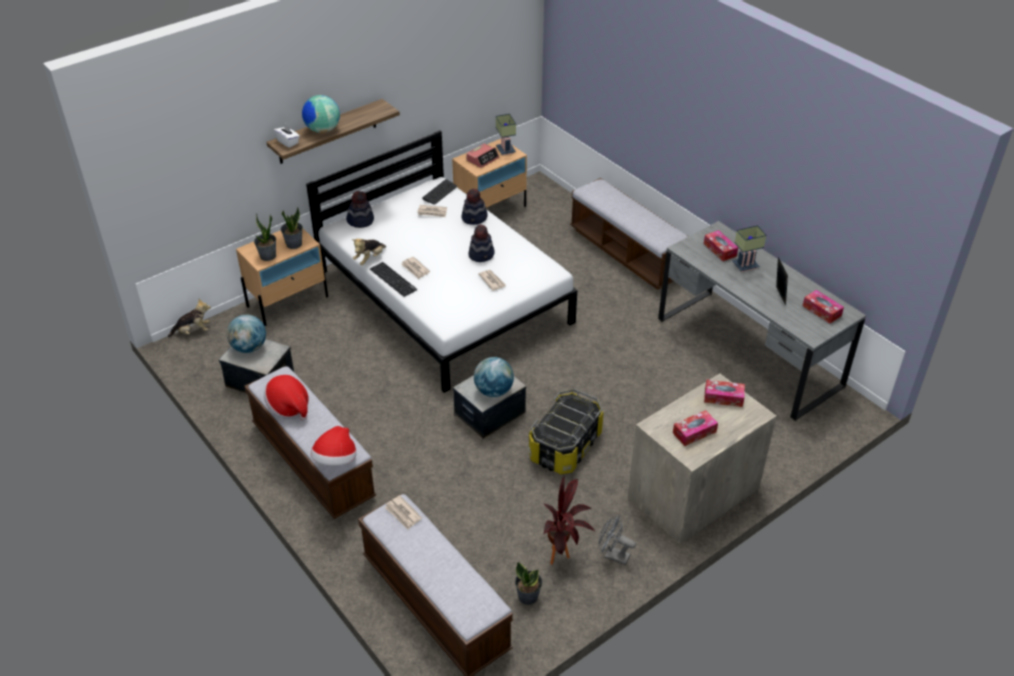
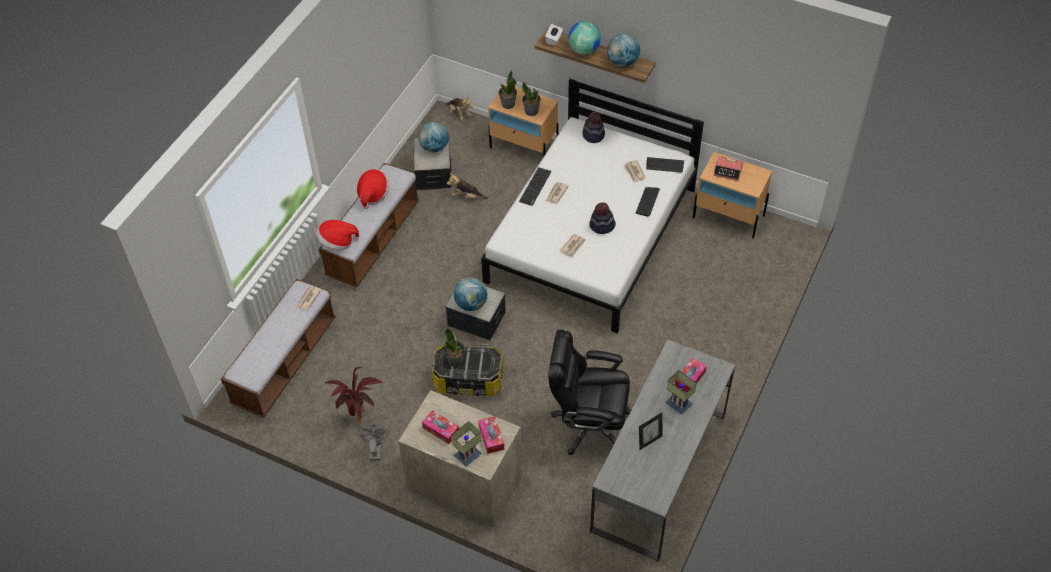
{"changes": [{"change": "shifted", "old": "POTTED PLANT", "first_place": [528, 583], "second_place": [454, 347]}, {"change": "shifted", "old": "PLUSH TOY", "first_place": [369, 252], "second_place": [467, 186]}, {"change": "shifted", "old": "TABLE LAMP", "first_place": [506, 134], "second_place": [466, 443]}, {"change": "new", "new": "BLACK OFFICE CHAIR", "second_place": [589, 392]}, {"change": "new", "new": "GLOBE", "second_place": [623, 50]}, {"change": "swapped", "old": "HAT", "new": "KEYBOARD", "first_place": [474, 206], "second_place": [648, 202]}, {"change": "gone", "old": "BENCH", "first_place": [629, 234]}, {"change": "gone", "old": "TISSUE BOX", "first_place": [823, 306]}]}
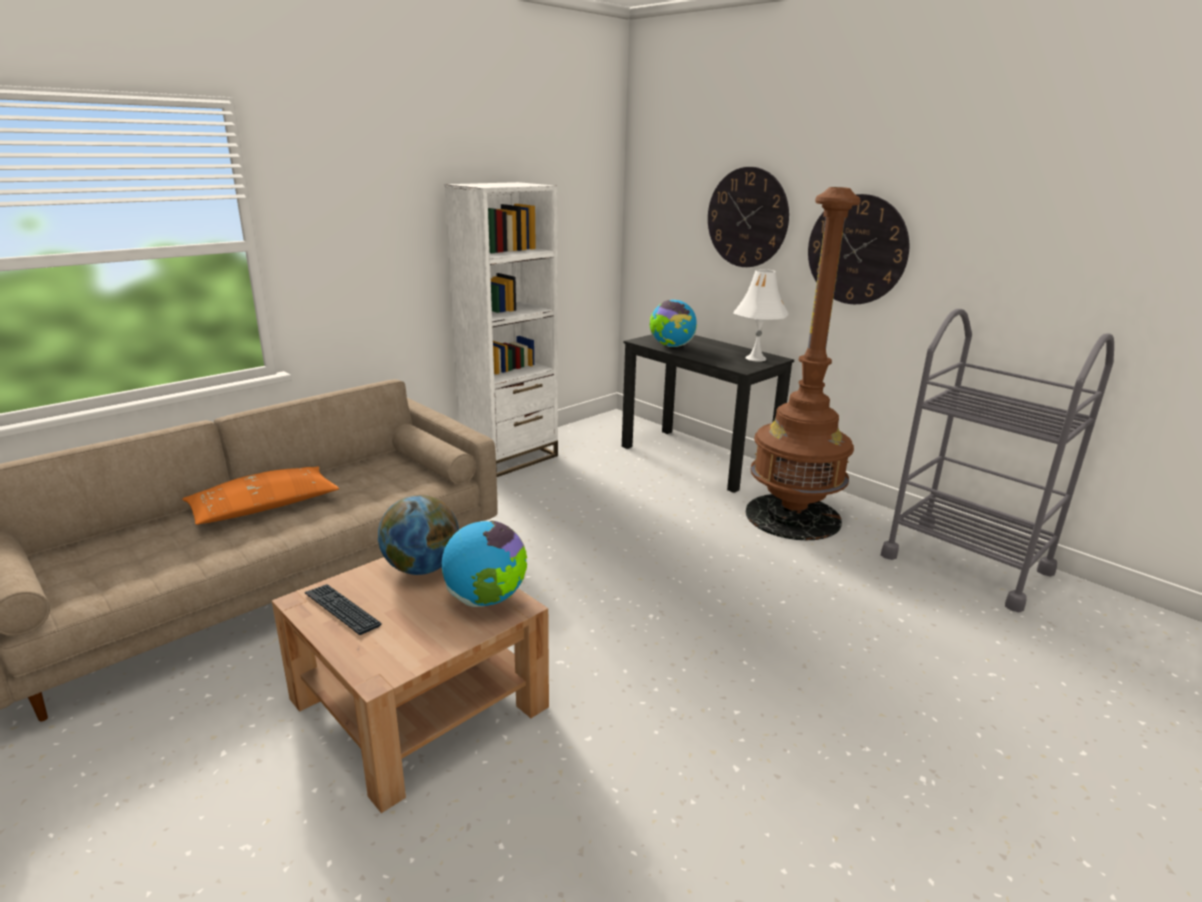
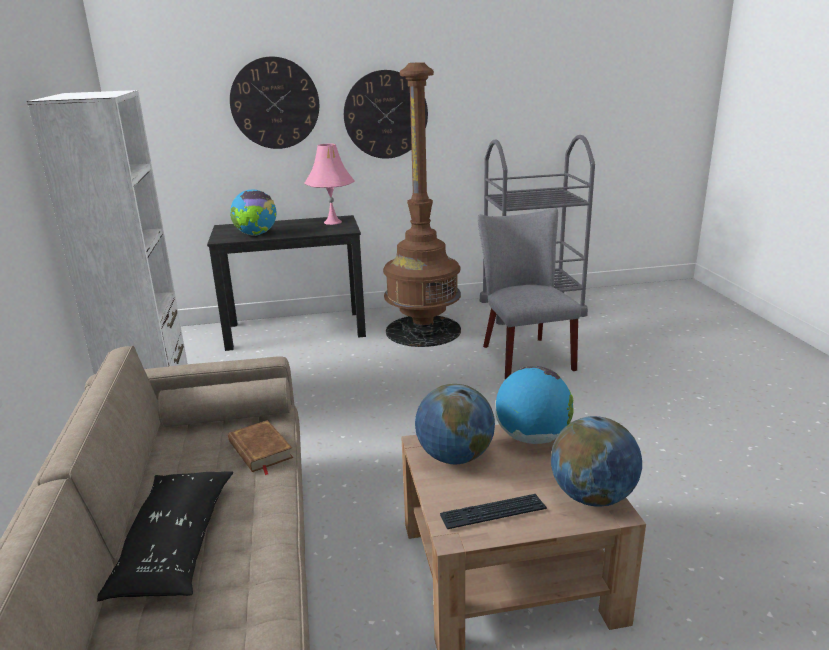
{"changes": [{"change": "repainted", "old": "ORANGE PILLOW", "new": "BLACK PILLOW", "first_place": [260, 496], "second_place": [165, 536]}, {"change": "new", "new": "BROWN BOOK", "second_place": [260, 447]}, {"change": "repainted", "old": "WHITE TABLE LAMP", "new": "PINK TABLE LAMP", "first_place": [761, 315], "second_place": [330, 184]}, {"change": "new", "new": "GREY CHAIR", "second_place": [529, 293]}, {"change": "new", "new": "GLOBE", "second_place": [596, 461]}]}
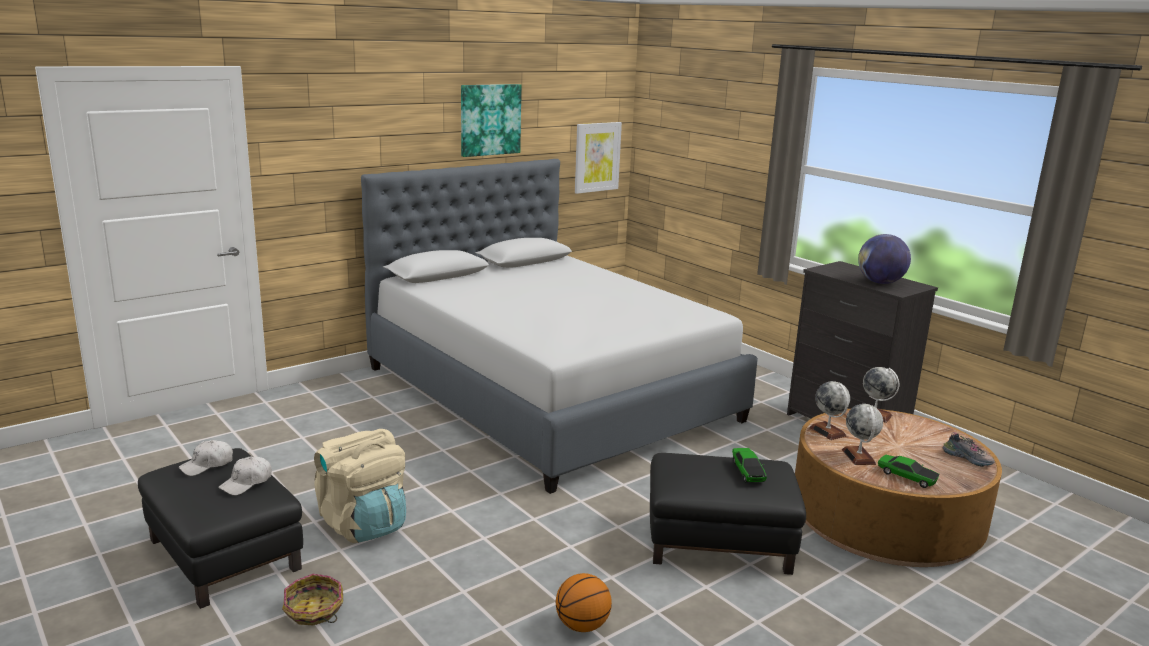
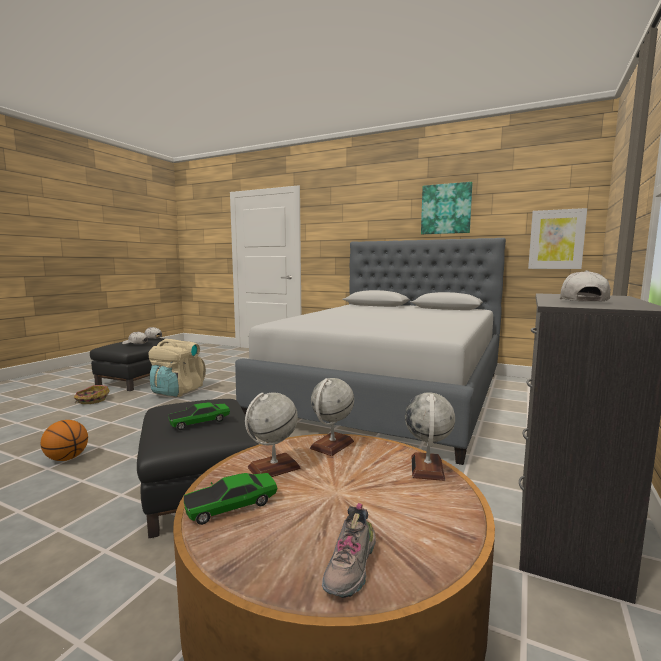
{"changes": [{"change": "rotated", "old": "TOY CAR", "first_place": [908, 471], "second_place": [231, 499], "degrees": 45}, {"change": "swapped", "old": "GLOBE", "new": "WHITE CAP", "first_place": [884, 259], "second_place": [585, 285]}]}
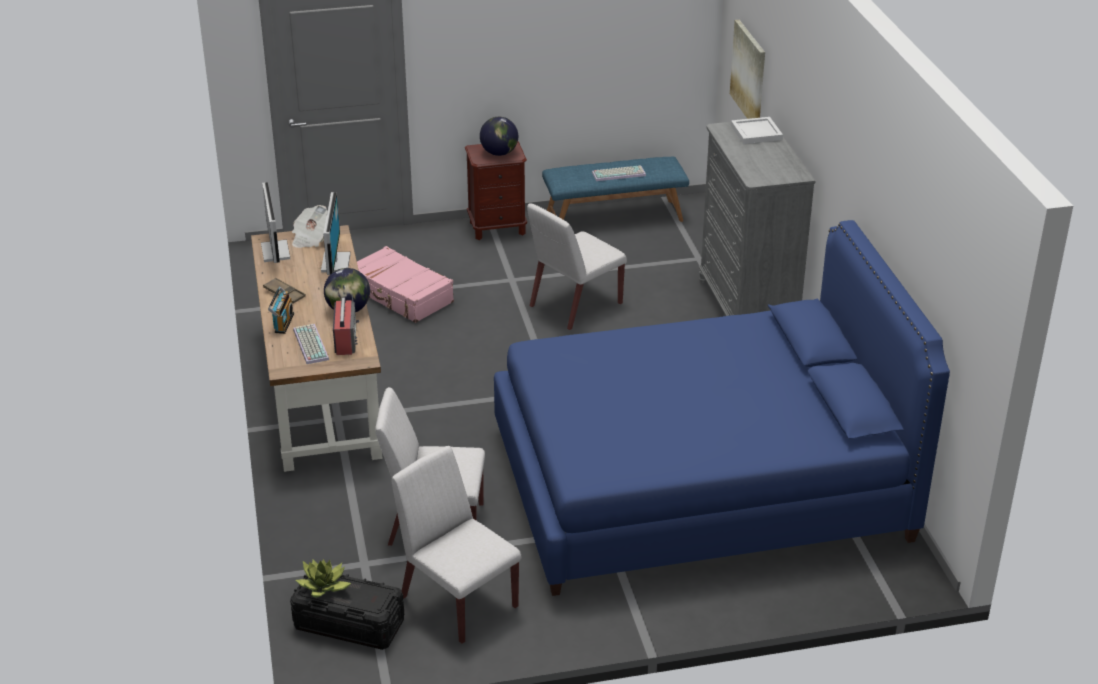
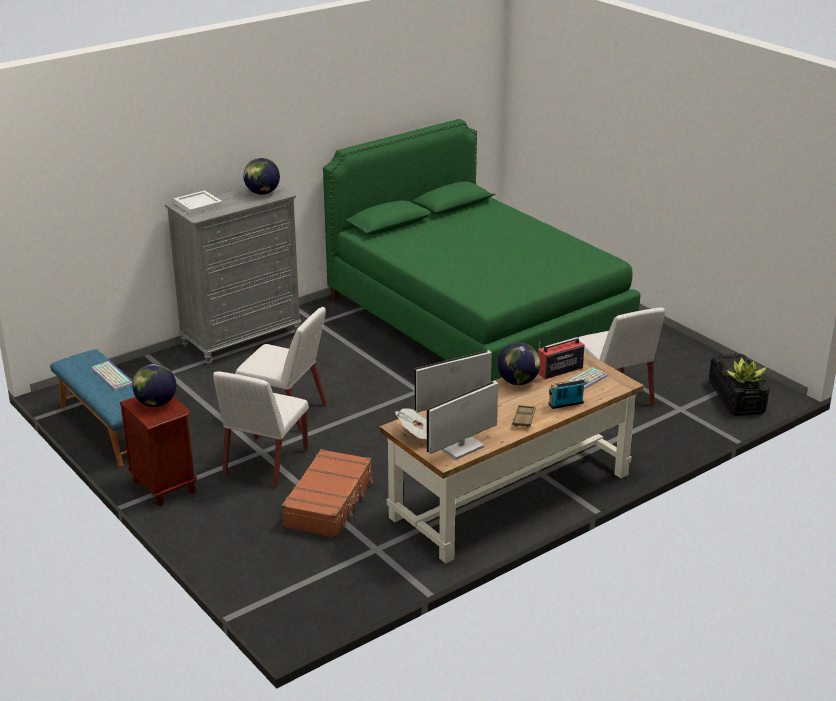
{"changes": [{"change": "shifted", "old": "WHITE CHAIR", "first_place": [456, 545], "second_place": [261, 429]}, {"change": "new", "new": "GLOBE", "second_place": [261, 176]}, {"change": "repainted", "old": "PINK SUITCASE", "new": "BROWN SUITCASE", "first_place": [405, 284], "second_place": [327, 493]}, {"change": "repainted", "old": "BLUE BED", "new": "GREEN BED", "first_place": [722, 408], "second_place": [482, 250]}, {"change": "gone", "old": "PICTURE", "first_place": [747, 69]}]}
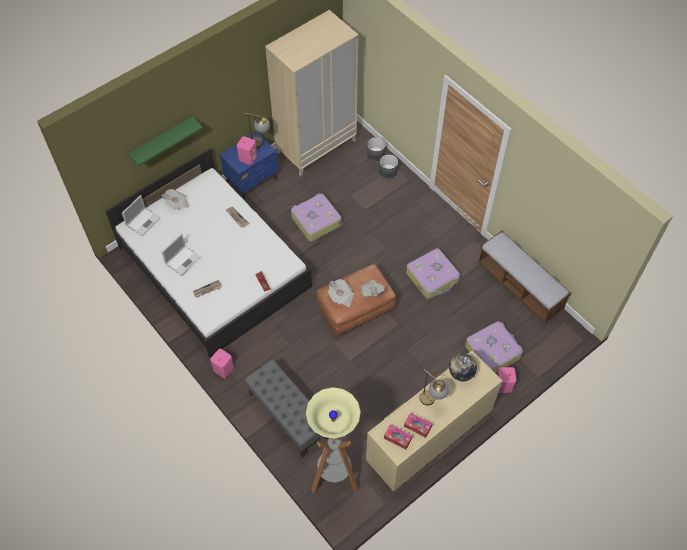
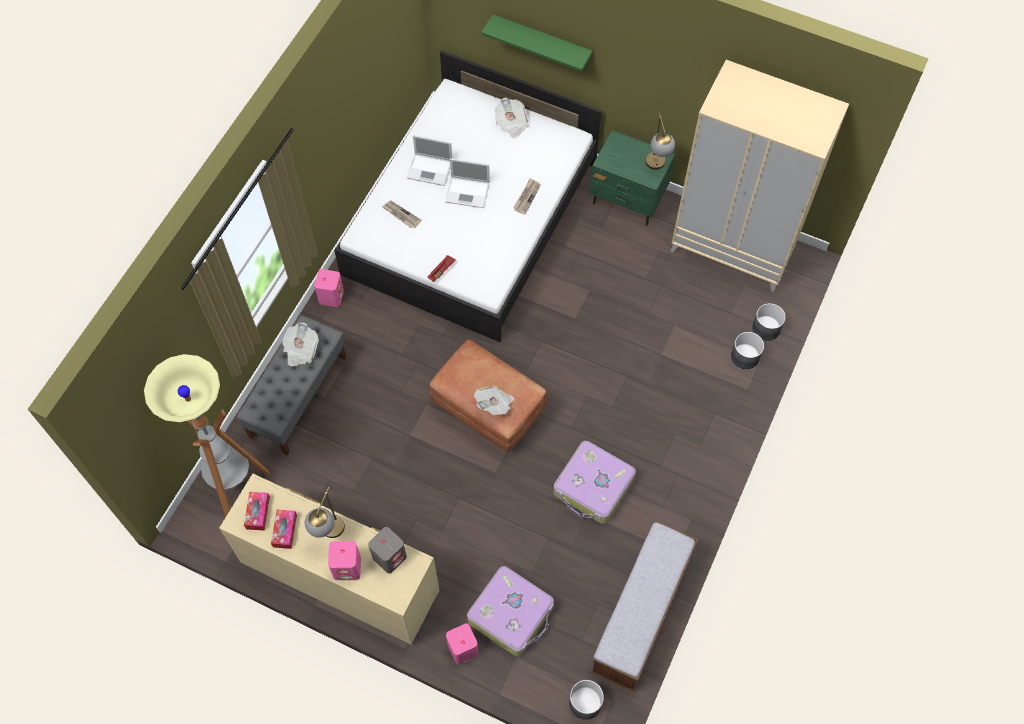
{"changes": [{"change": "shifted", "old": "NEWSPAPER", "first_place": [341, 293], "second_place": [300, 344]}, {"change": "shifted", "old": "PINK SPEAKER", "first_place": [247, 150], "second_place": [344, 560]}, {"change": "swapped", "old": "GLOBE", "new": "GREY SPEAKER", "first_place": [463, 367], "second_place": [387, 550]}, {"change": "shifted", "old": "LAPTOP", "first_place": [141, 215], "second_place": [467, 183]}, {"change": "new", "new": "GREY PLANTER", "second_place": [586, 700]}, {"change": "repainted", "old": "BLUE NIGHTSTAND", "new": "GREEN NIGHTSTAND", "first_place": [249, 166], "second_place": [632, 178]}, {"change": "gone", "old": "SUITCASE", "first_place": [316, 217]}]}
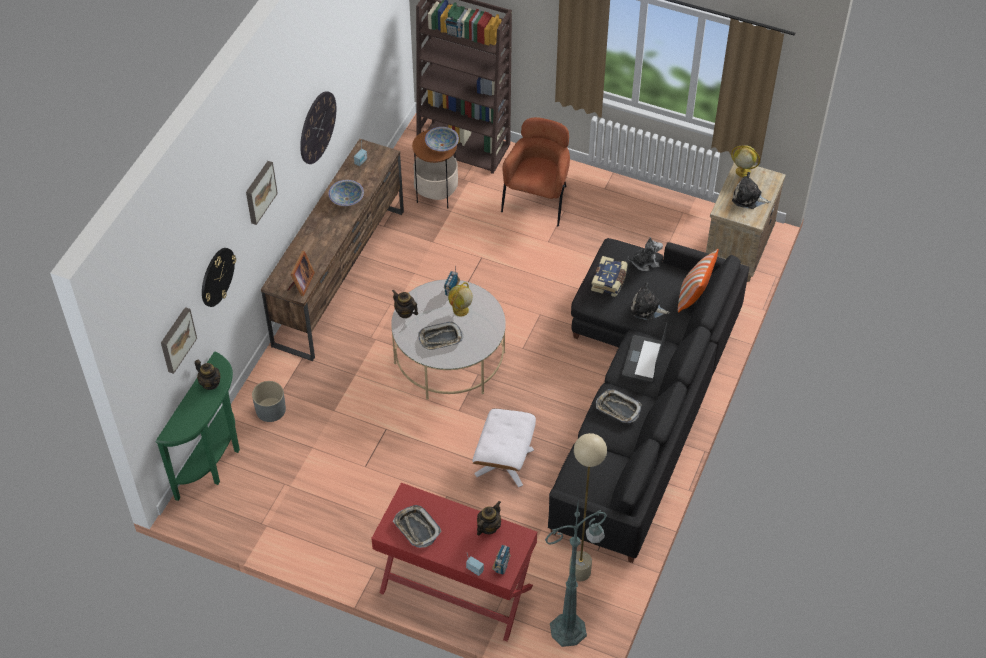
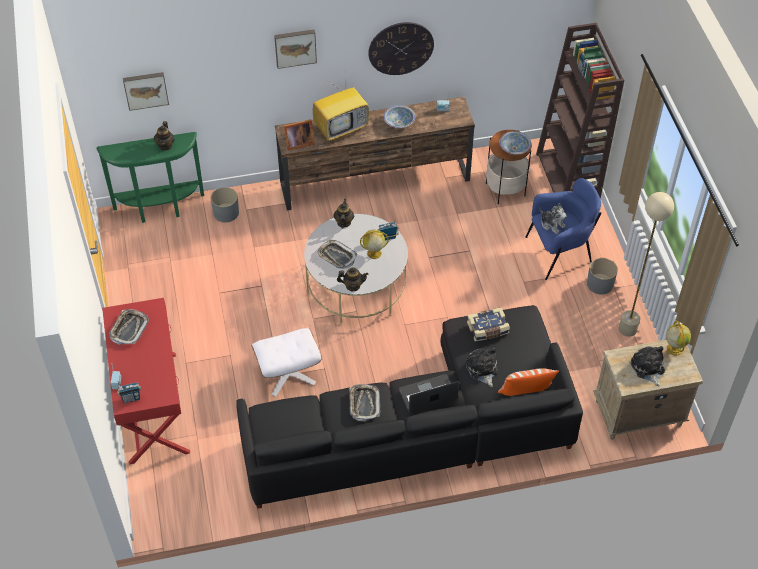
{"changes": [{"change": "new", "new": "TELEVISION", "second_place": [341, 111]}, {"change": "shifted", "old": "TEAPOT", "first_place": [489, 518], "second_place": [353, 279]}, {"change": "repainted", "old": "BROWN ARMCHAIR", "new": "BLUE ARMCHAIR", "first_place": [535, 171], "second_place": [563, 229]}, {"change": "shifted", "old": "PLUSH TOY", "first_place": [645, 254], "second_place": [553, 218]}, {"change": "new", "new": "GREY PLANTER", "second_place": [602, 276]}, {"change": "shifted", "old": "BEIGE FLOOR LAMP", "first_place": [588, 507], "second_place": [646, 264]}, {"change": "gone", "old": "WALL CLOCK", "first_place": [219, 277]}, {"change": "gone", "old": "GREEN FLOOR LAMP", "first_place": [576, 575]}]}
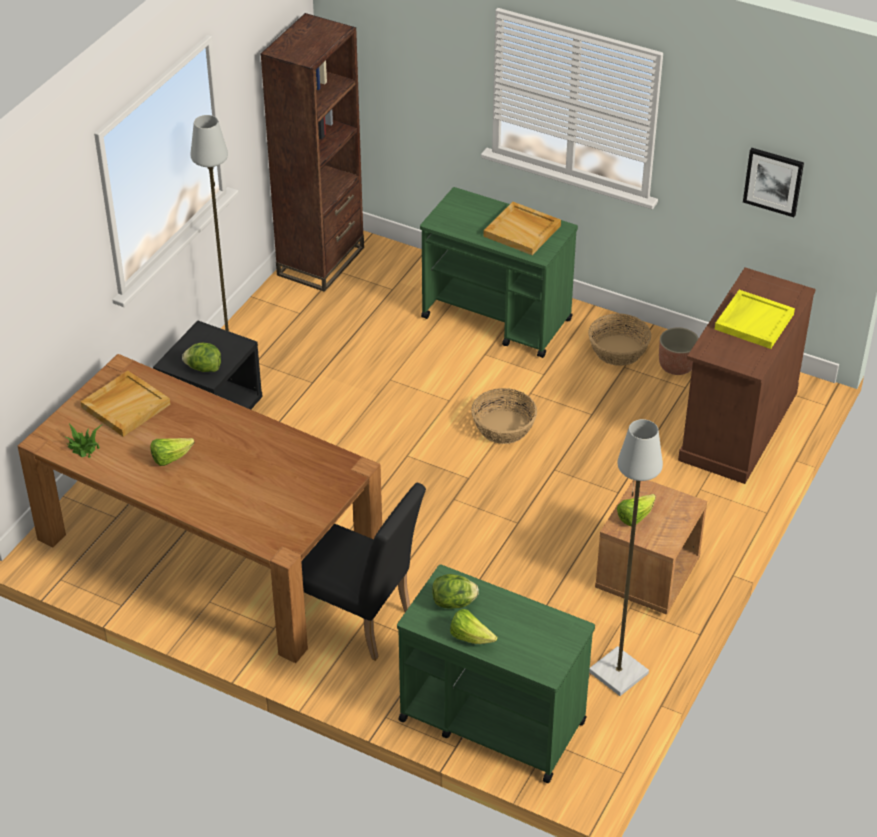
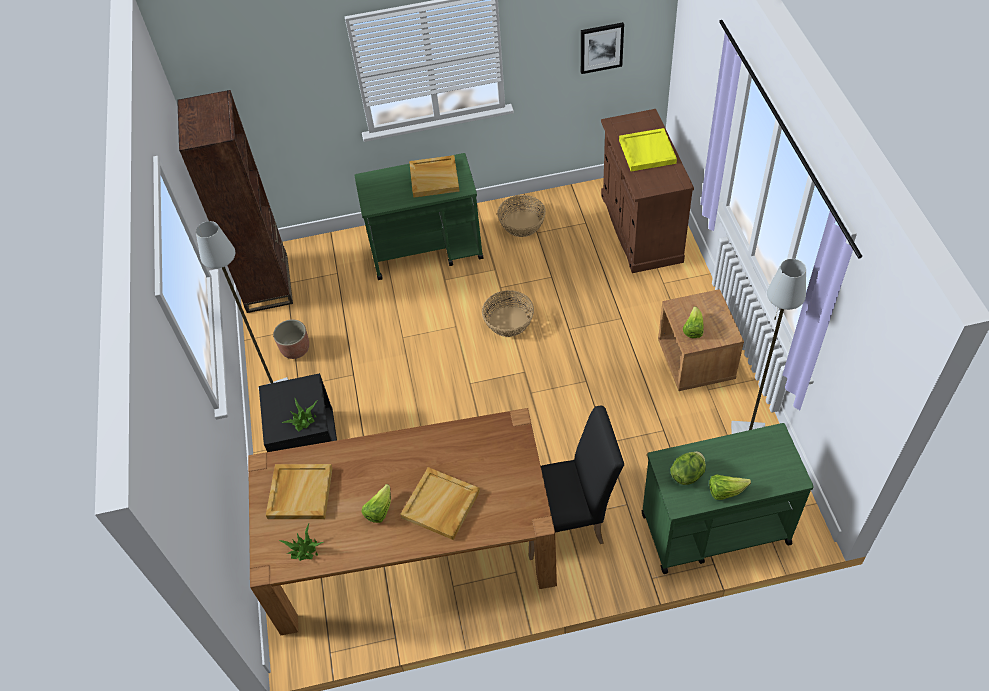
{"changes": [{"change": "shifted", "old": "PLANTER", "first_place": [679, 351], "second_place": [291, 339]}, {"change": "swapped", "old": "LETTUCE", "new": "POTTED PLANT", "first_place": [201, 357], "second_place": [300, 415]}, {"change": "new", "new": "BEIGE TRAY", "second_place": [440, 503]}]}
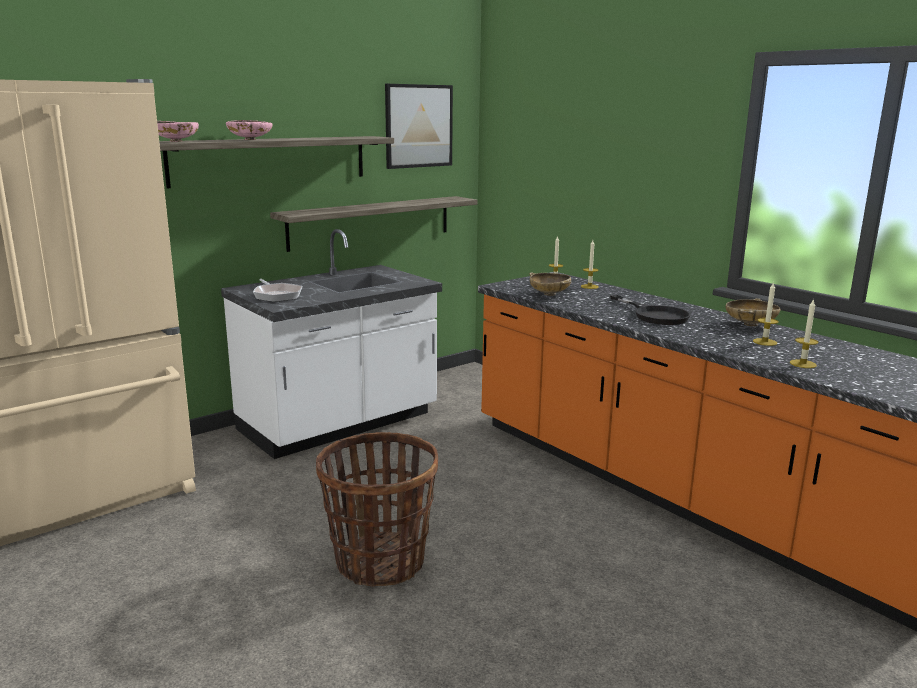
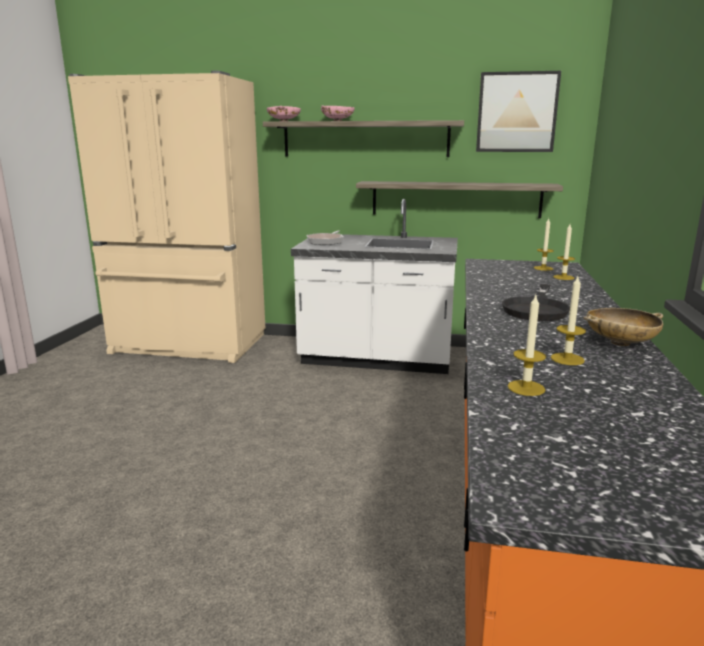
{"changes": [{"change": "gone", "old": "BASKET", "first_place": [377, 509]}, {"change": "gone", "old": "BEIGE BOWL", "first_place": [550, 284]}]}
